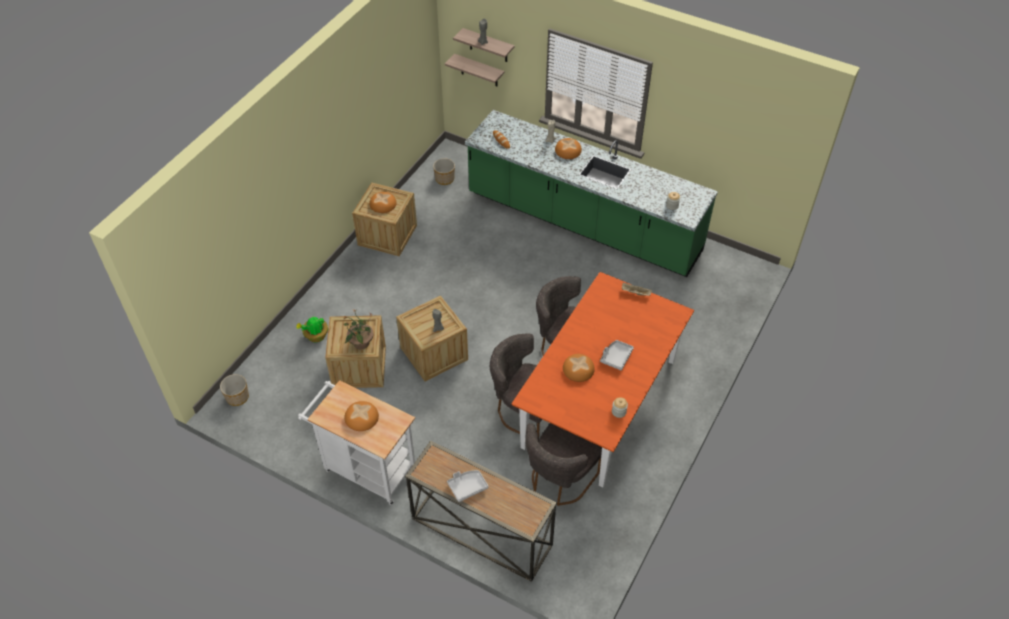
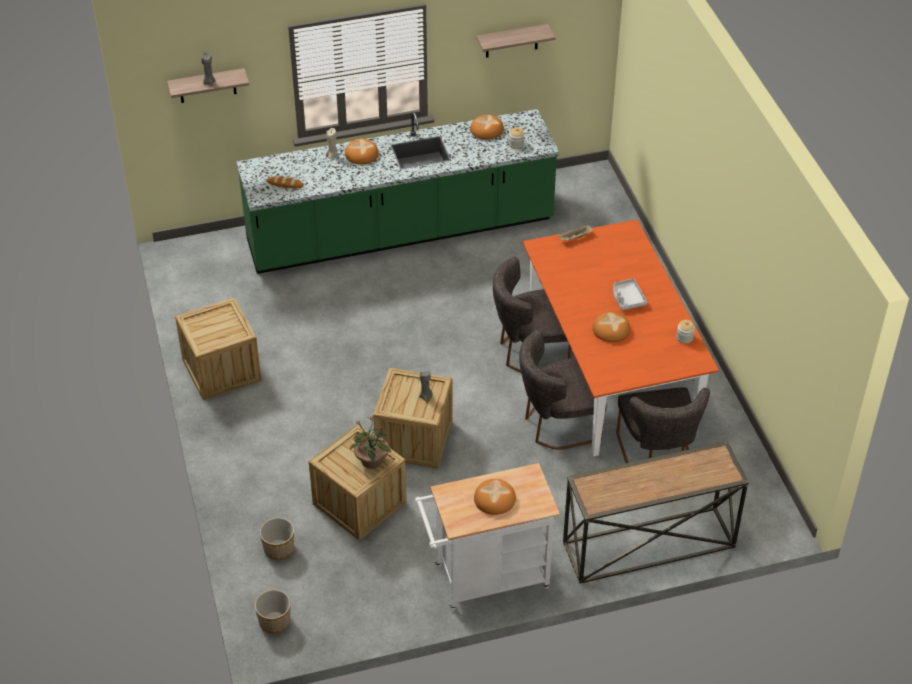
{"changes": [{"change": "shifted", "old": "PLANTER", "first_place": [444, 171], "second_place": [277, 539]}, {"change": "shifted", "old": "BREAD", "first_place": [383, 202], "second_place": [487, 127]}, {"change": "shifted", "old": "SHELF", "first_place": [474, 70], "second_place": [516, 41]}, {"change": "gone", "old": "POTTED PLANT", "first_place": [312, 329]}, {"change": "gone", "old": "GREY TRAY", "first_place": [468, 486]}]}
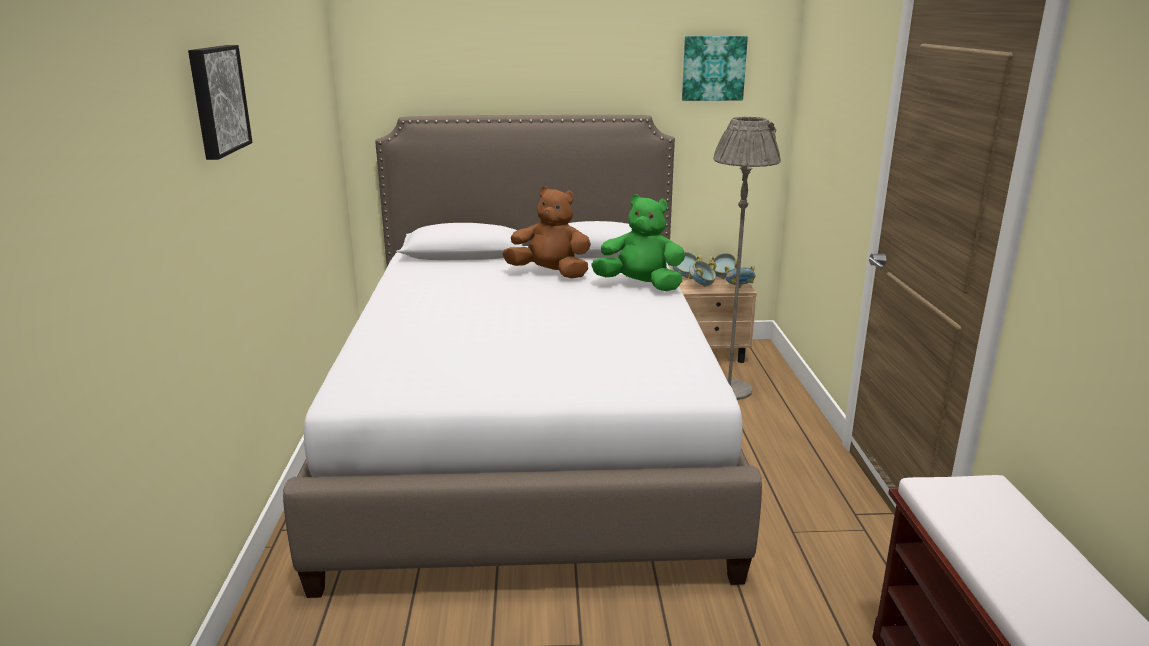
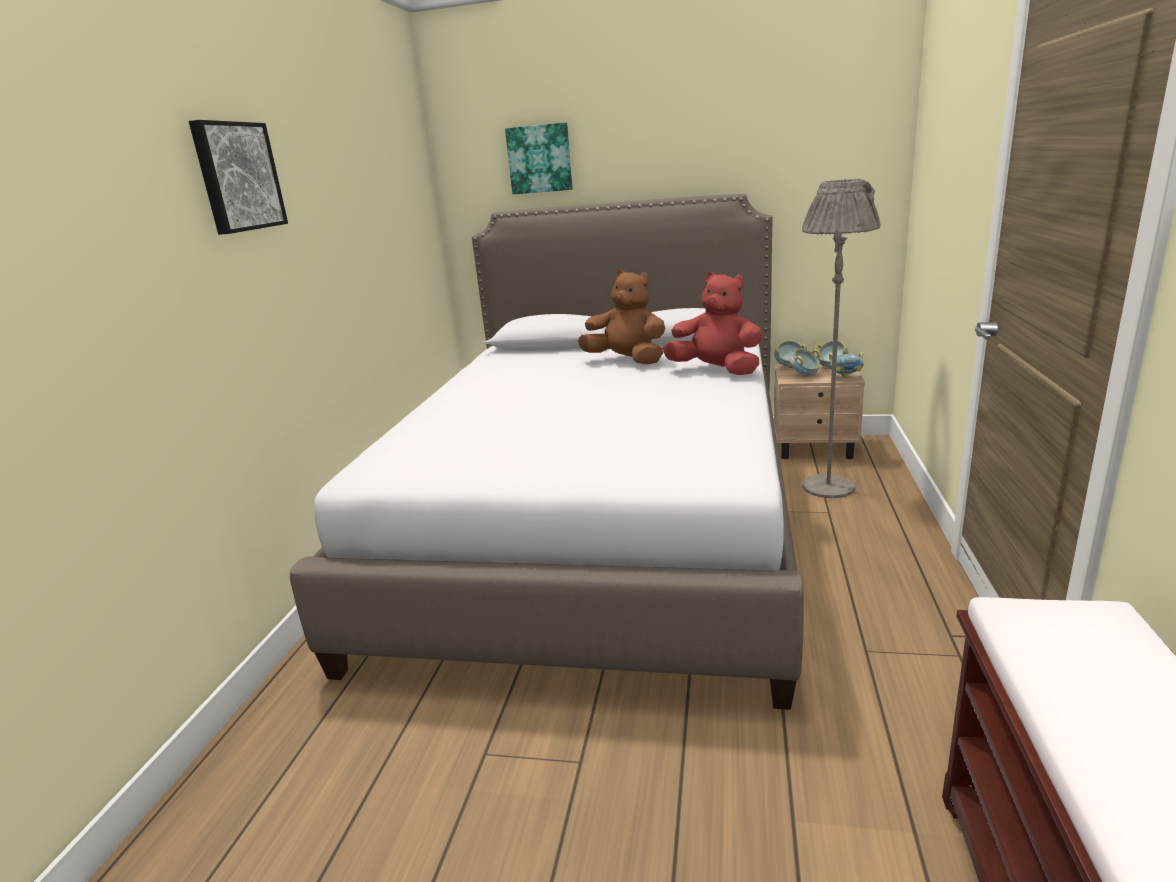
{"changes": [{"change": "shifted", "old": "PICTURE", "first_place": [715, 68], "second_place": [539, 158]}, {"change": "repainted", "old": "GREEN PLUSH TOY", "new": "RED PLUSH TOY", "first_place": [638, 242], "second_place": [712, 323]}]}
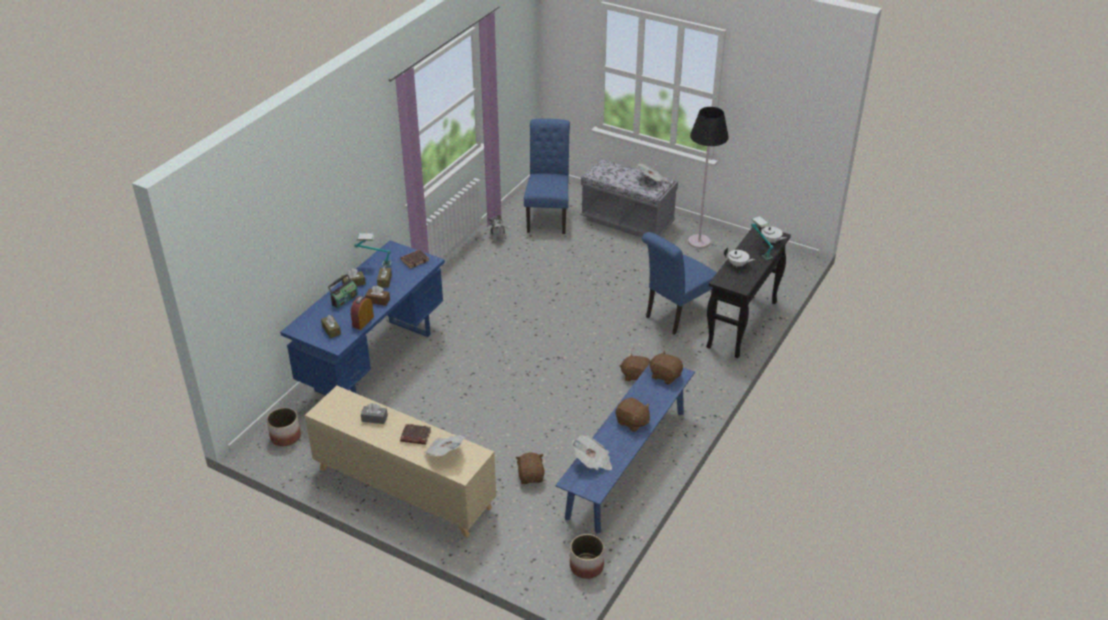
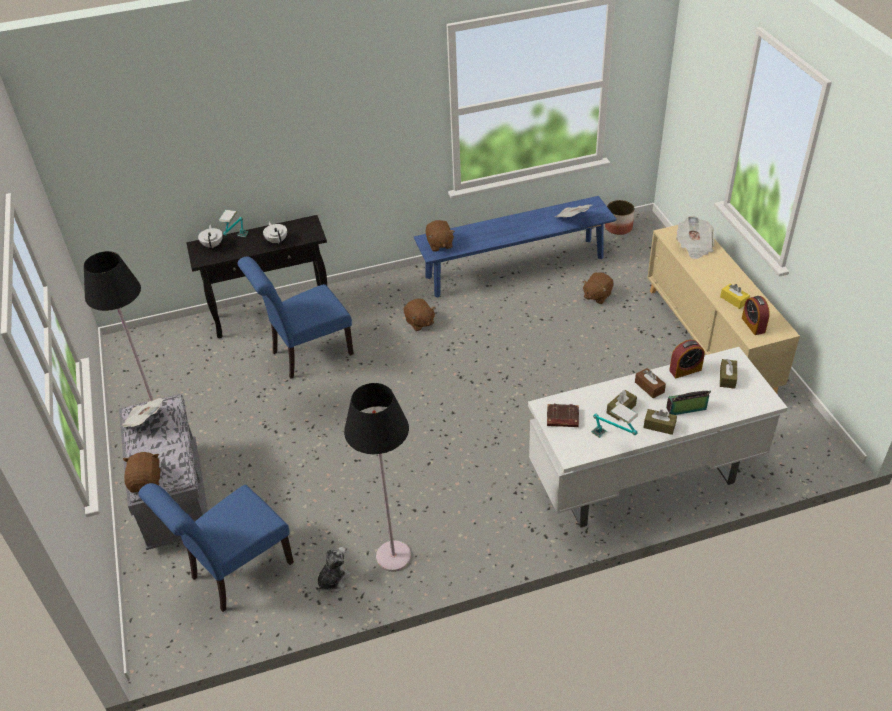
{"changes": [{"change": "shifted", "old": "BROWN PLUSH TOY", "first_place": [632, 414], "second_place": [142, 472]}, {"change": "rotated", "old": "BLUE CHAIR", "first_place": [679, 283], "second_place": [296, 317], "degrees": 150}, {"change": "new", "new": "BLACK FLOOR LAMP", "second_place": [377, 477]}, {"change": "repainted", "old": "BLUE DESK", "new": "WHITE DESK", "first_place": [362, 317], "second_place": [658, 437]}, {"change": "repainted", "old": "GREY TISSUE BOX", "new": "YELLOW TISSUE BOX", "first_place": [374, 413], "second_place": [735, 296]}, {"change": "new", "new": "ALARM CLOCK", "second_place": [756, 315]}, {"change": "gone", "old": "PLANTER", "first_place": [284, 427]}, {"change": "gone", "old": "BROWN BOOK", "first_place": [415, 434]}]}
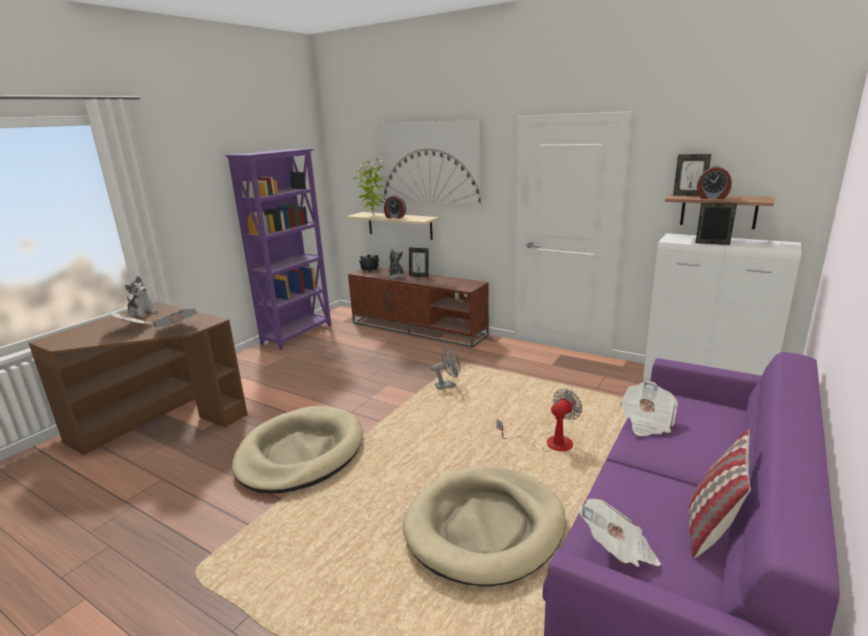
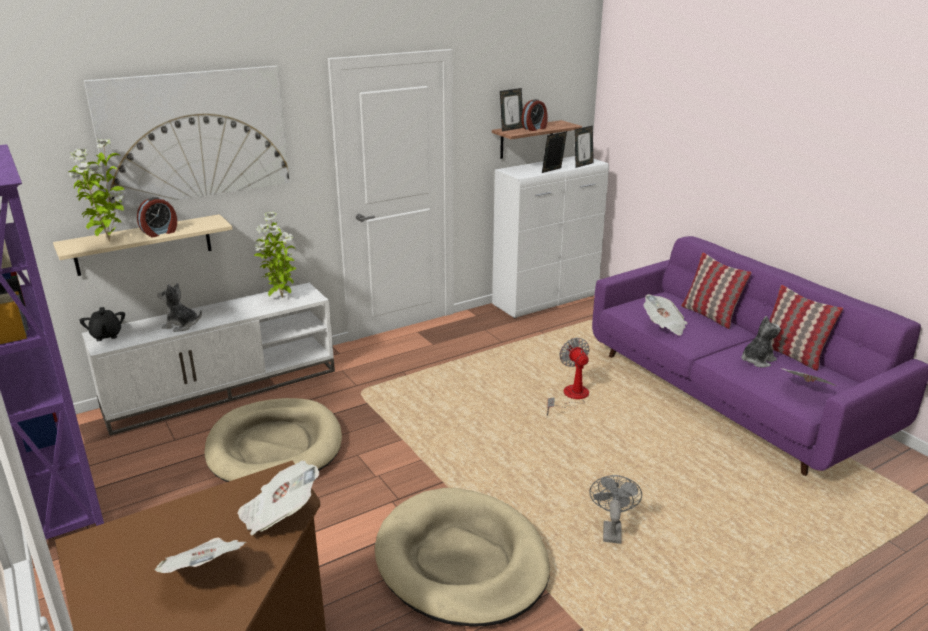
{"changes": [{"change": "repainted", "old": "BROWN TV STAND", "new": "WHITE TV STAND", "first_place": [418, 307], "second_place": [208, 359]}, {"change": "shifted", "old": "BEIGE DOG BED", "first_place": [484, 526], "second_place": [273, 440]}, {"change": "new", "new": "POTTED PLANT", "second_place": [275, 255]}, {"change": "shifted", "old": "PICTURE FRAME", "first_place": [419, 262], "second_place": [584, 147]}, {"change": "shifted", "old": "GREY FAN", "first_place": [445, 368], "second_place": [615, 509]}, {"change": "new", "new": "PILLOW", "second_place": [716, 290]}, {"change": "shifted", "old": "PLUSH TOY", "first_place": [141, 296], "second_place": [761, 342]}]}
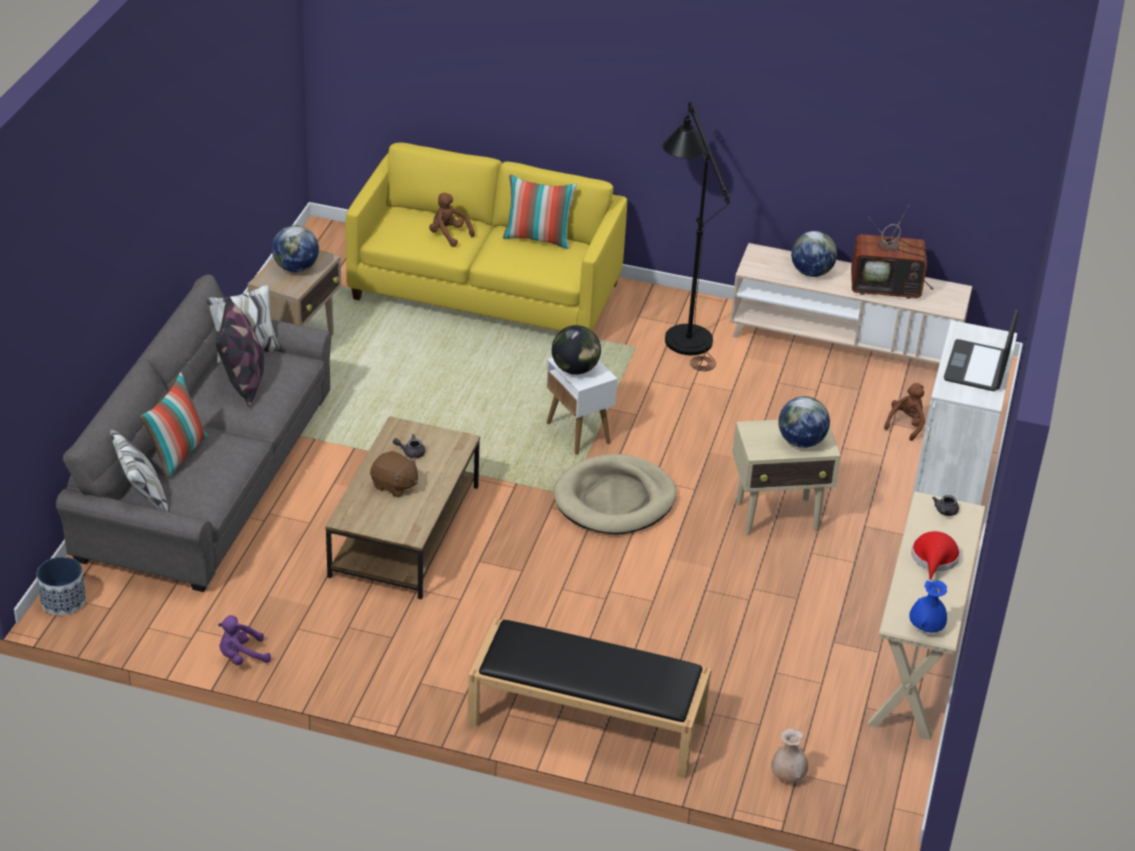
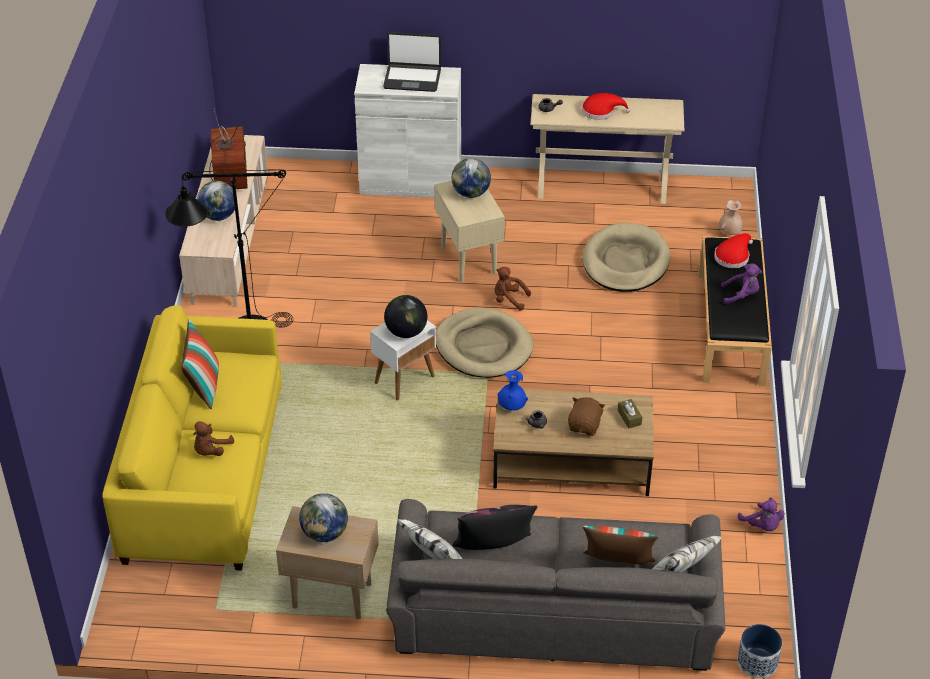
{"changes": [{"change": "shifted", "old": "BROWN PLUSH TOY", "first_place": [904, 412], "second_place": [513, 288]}, {"change": "shifted", "old": "BLUE VASE", "first_place": [928, 606], "second_place": [513, 390]}, {"change": "new", "new": "BEIGE DOG BED", "second_place": [626, 257]}, {"change": "new", "new": "BROWN TISSUE BOX", "second_place": [630, 414]}, {"change": "new", "new": "RED HAT", "second_place": [733, 250]}, {"change": "new", "new": "PURPLE PLUSH TOY", "second_place": [741, 284]}]}
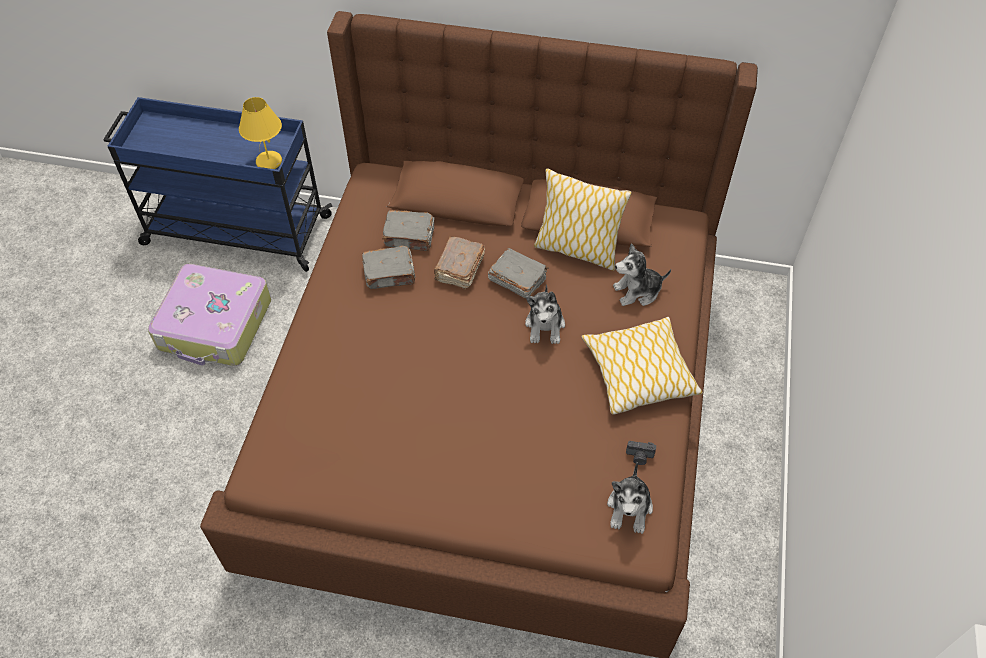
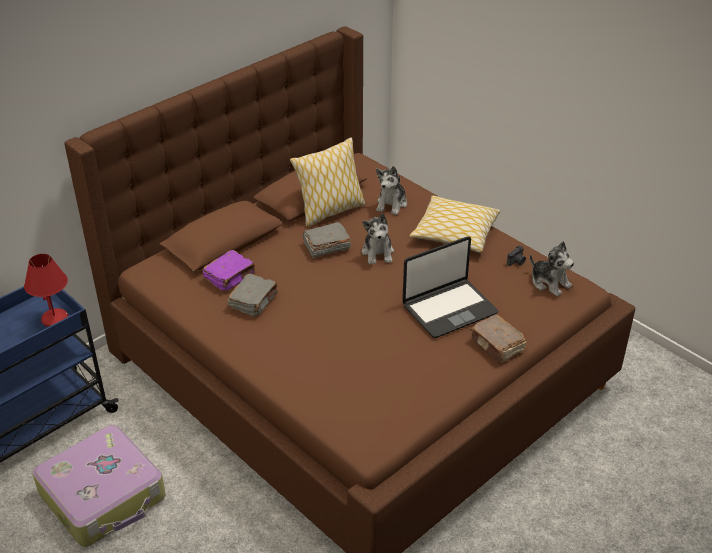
{"changes": [{"change": "repainted", "old": "YELLOW TABLE LAMP", "new": "RED TABLE LAMP", "first_place": [260, 133], "second_place": [46, 290]}, {"change": "repainted", "old": "GREY BOOK", "new": "PURPLE BOOK", "first_place": [408, 230], "second_place": [228, 270]}, {"change": "rotated", "old": "PLUSH TOY", "first_place": [545, 314], "second_place": [378, 238], "degrees": 45}, {"change": "new", "new": "LAPTOP", "second_place": [450, 287]}, {"change": "shifted", "old": "BROWN BOOK", "first_place": [459, 263], "second_place": [498, 338]}]}
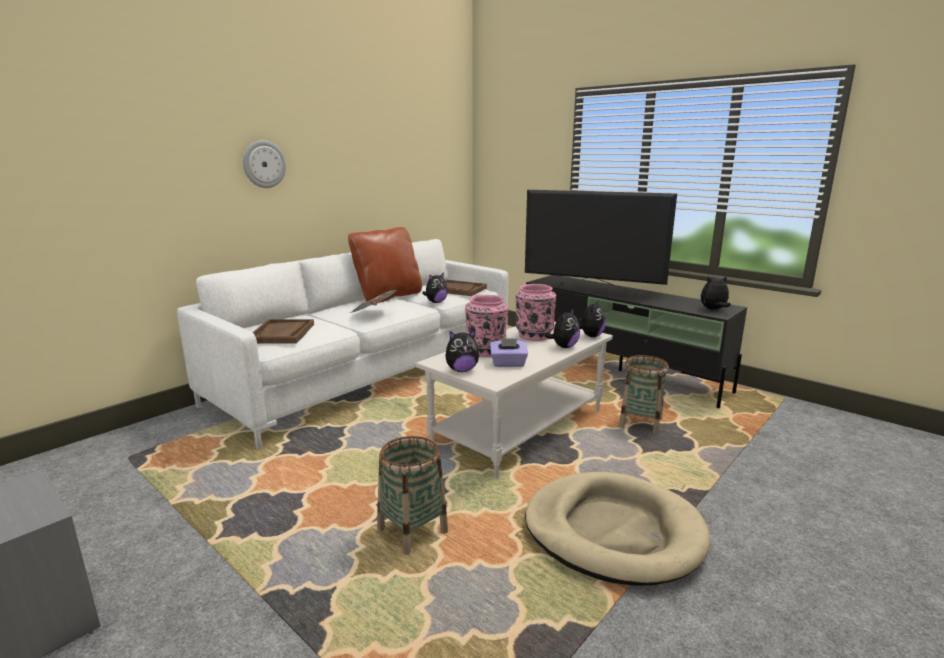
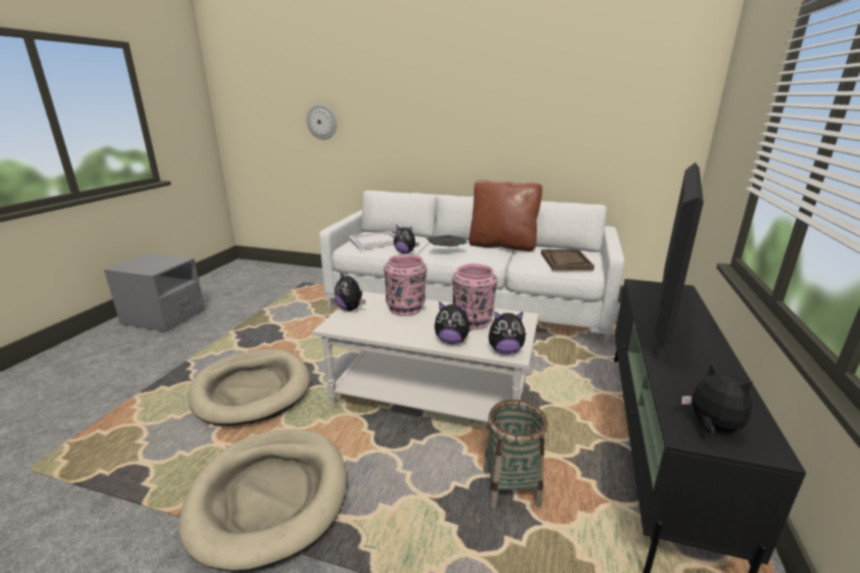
{"changes": [{"change": "swapped", "old": "BASKET", "new": "BEIGE DOG BED", "first_place": [412, 495], "second_place": [249, 387]}, {"change": "shifted", "old": "WALL CLOCK", "first_place": [264, 164], "second_place": [322, 122]}, {"change": "repainted", "old": "BROWN TRAY", "new": "WHITE TRAY", "first_place": [283, 331], "second_place": [372, 240]}, {"change": "shifted", "old": "PLUSH TOY", "first_place": [435, 287], "second_place": [406, 239]}, {"change": "rotated", "old": "TELEVISION", "first_place": [601, 241], "second_place": [679, 256], "degrees": -150}, {"change": "gone", "old": "PURPLE TISSUE BOX", "first_place": [509, 352]}]}
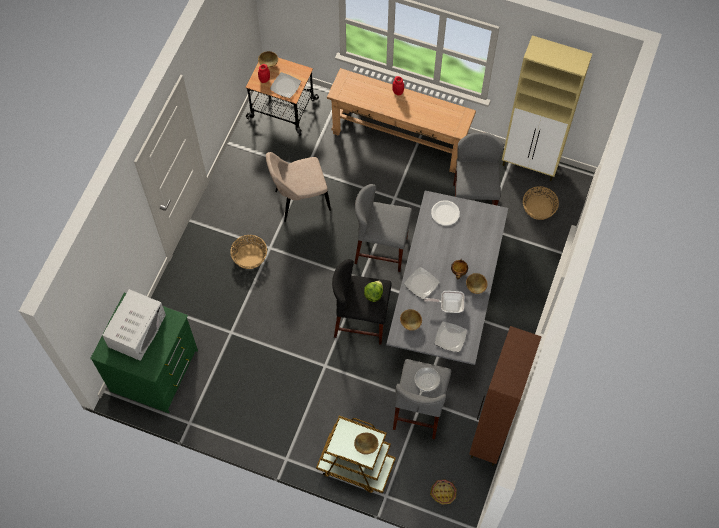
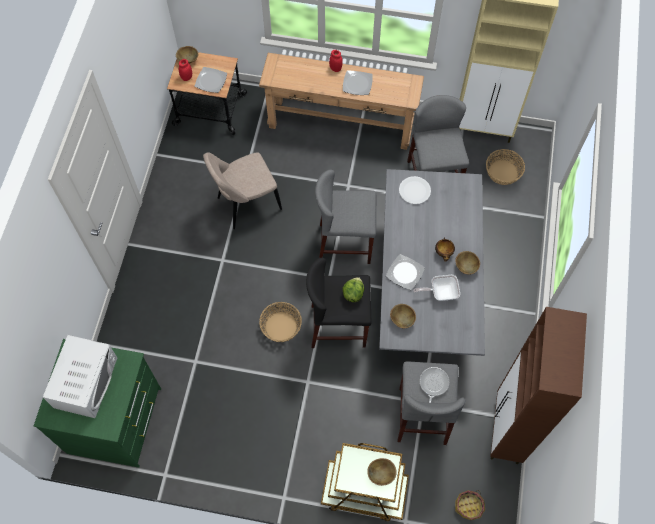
{"changes": [{"change": "shifted", "old": "BASKET", "first_place": [248, 252], "second_place": [280, 322]}, {"change": "shifted", "old": "PLATE", "first_place": [451, 337], "second_place": [358, 82]}]}
